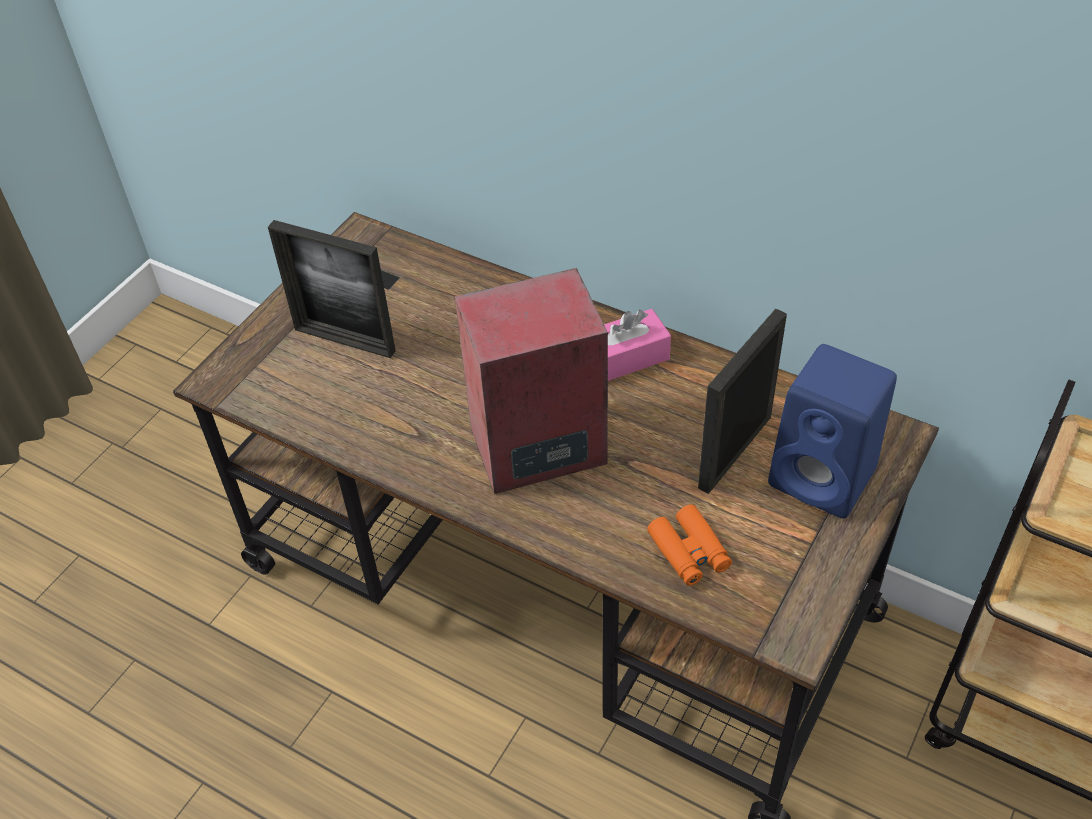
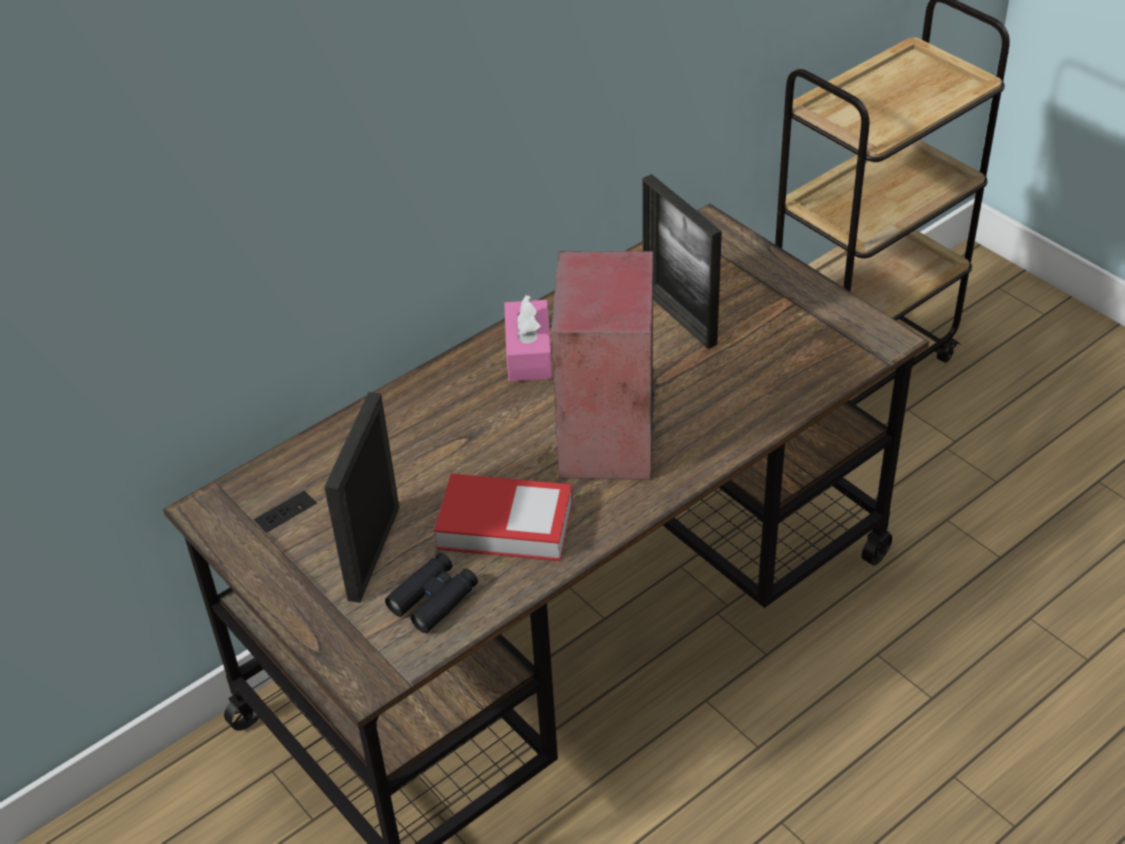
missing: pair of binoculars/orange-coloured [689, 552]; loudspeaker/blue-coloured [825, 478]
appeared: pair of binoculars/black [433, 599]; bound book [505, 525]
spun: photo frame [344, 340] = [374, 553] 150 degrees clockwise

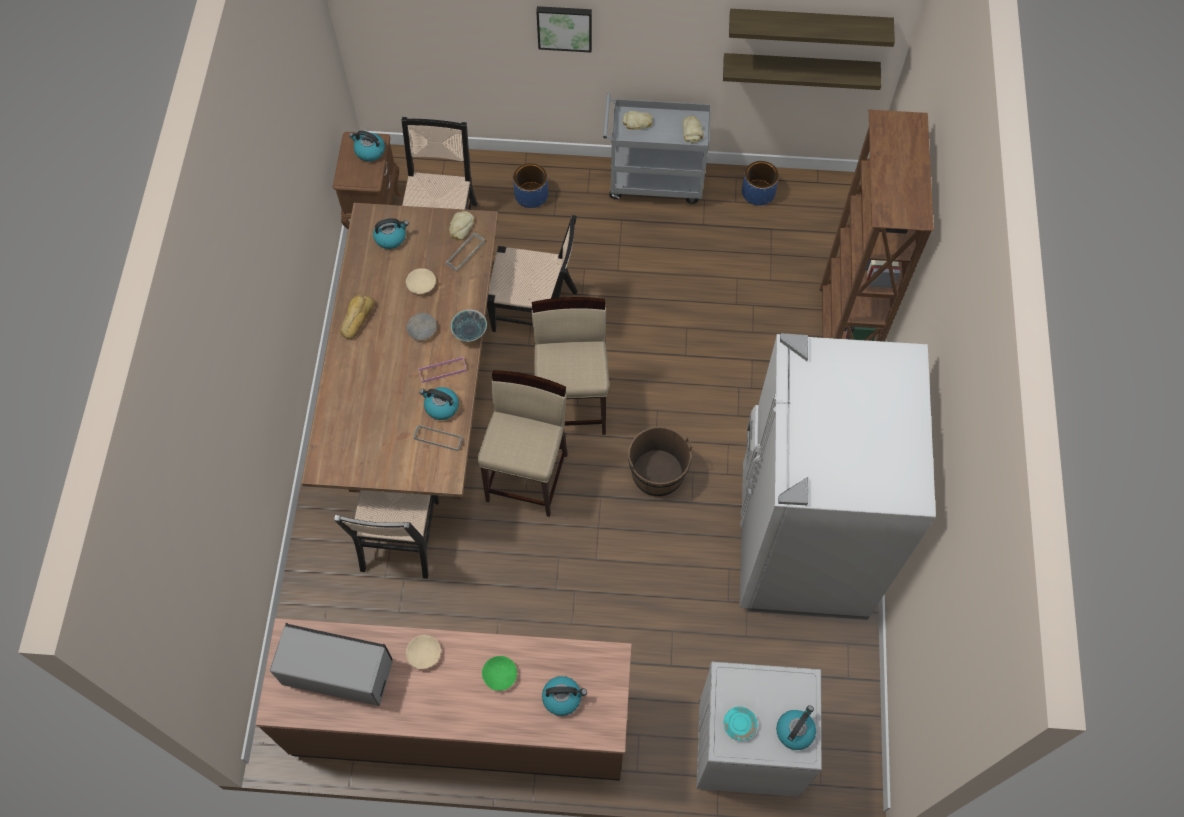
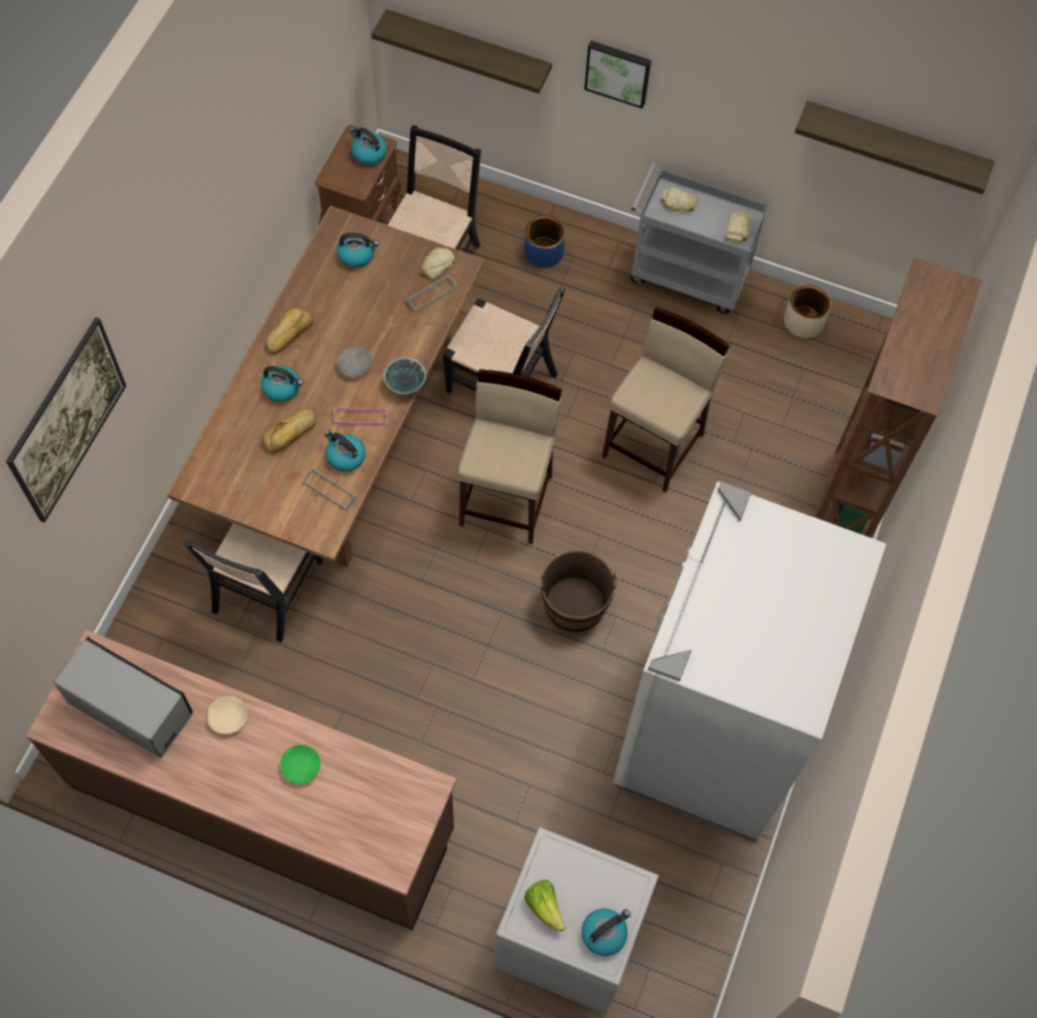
missing: serving bowl/beige-coloured [422, 284]
appeared: wall picture [75, 436]; bakery bread [291, 434]
relocated: sitting stool/beige-coloured [528, 477] to [654, 445]; water kettle [562, 697] to [282, 388]; bracket shelf [799, 69] to [468, 50]
exchanged: flat dish/blue-green [739, 725] to head of lettuce [544, 906]
colour: plant pot/blue-coloured [758, 192] to plant pot/beige-coloured [804, 322]

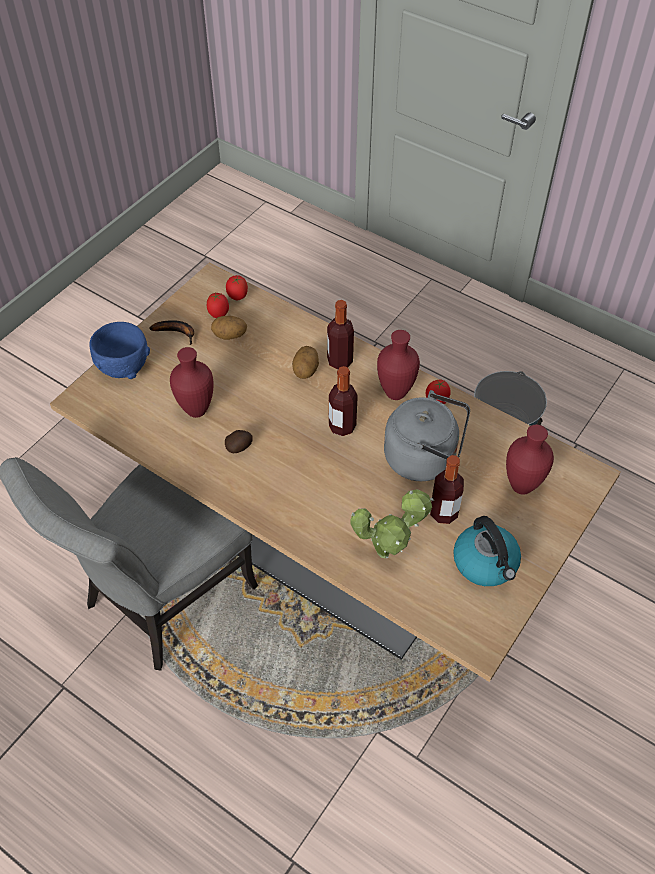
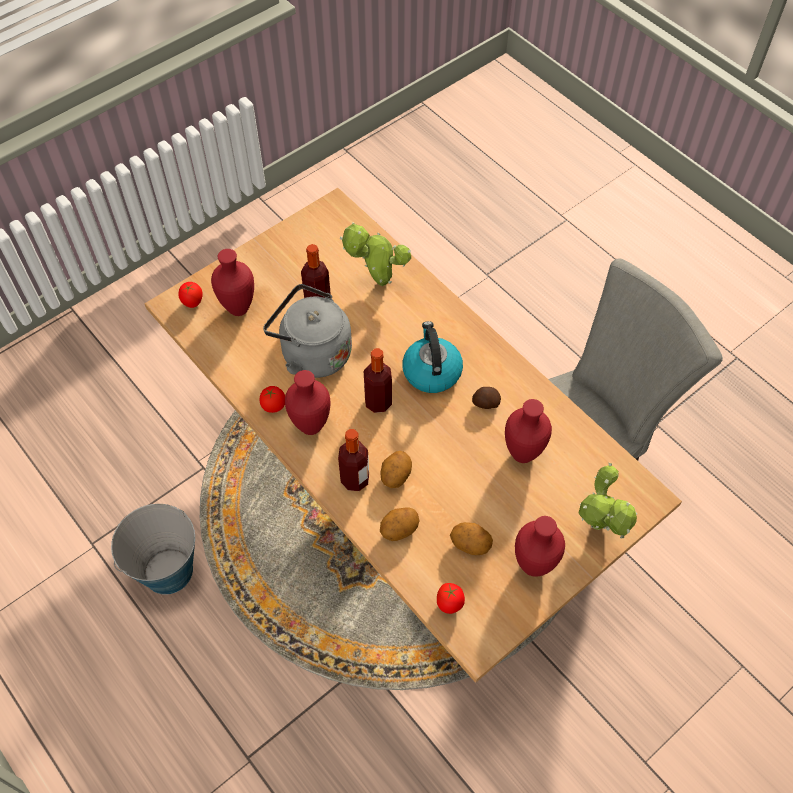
appeared: whole potato [399, 529]
relocated: fresh tomato [219, 314] to [192, 303]; water kettle [486, 563] to [431, 371]
exchanged: serving bowl/blue-coloured [123, 367] to plant in a pot [599, 528]; banana [177, 332] to flower vase/red [532, 565]

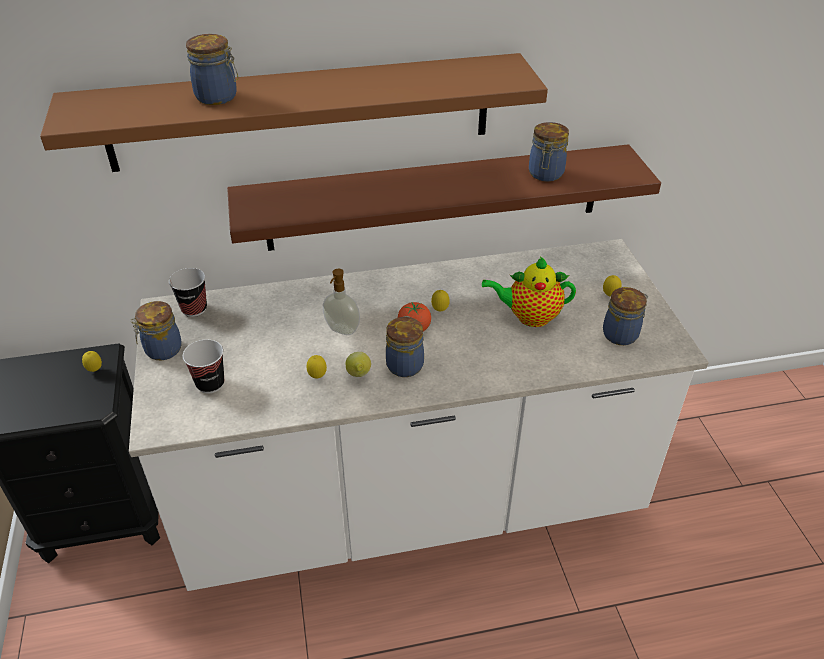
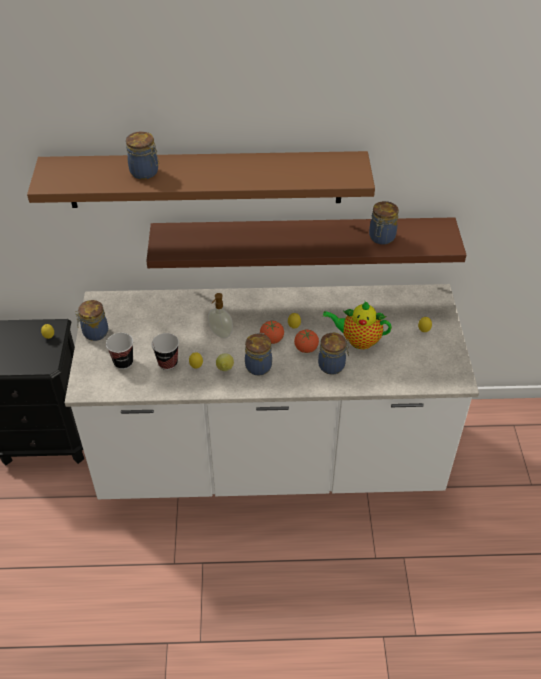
appeared: fresh tomato [306, 348]
relocated: cup [194, 309] to [167, 363]; storage jar [621, 334] to [332, 365]

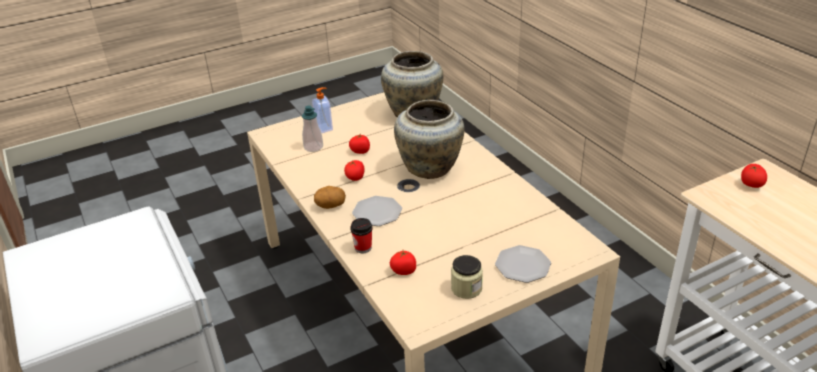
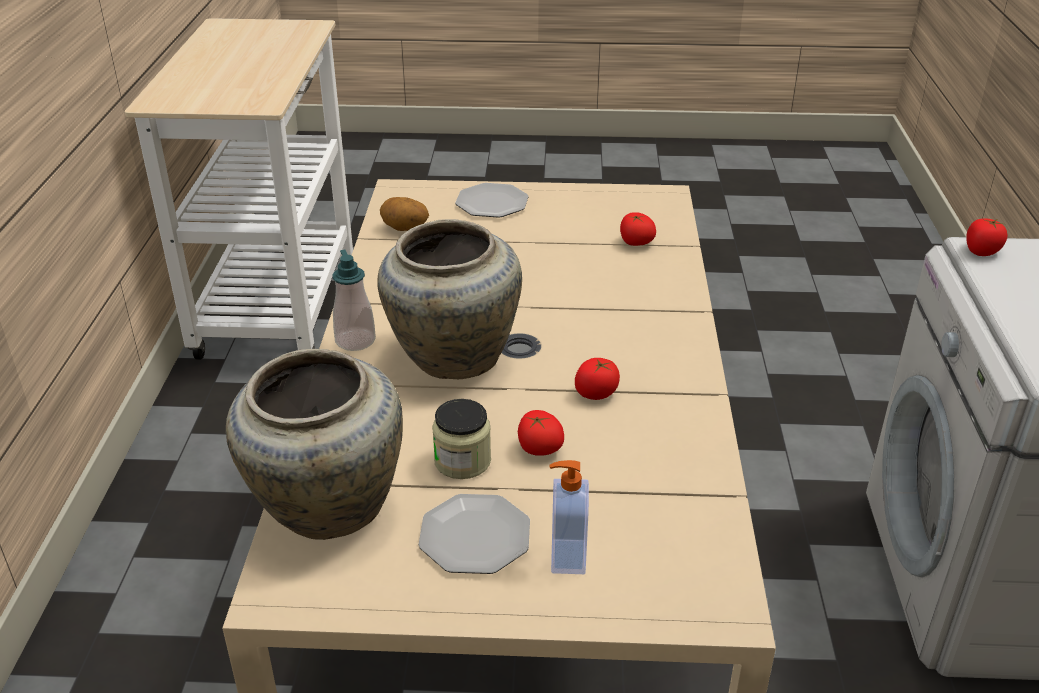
missing: cup [363, 248]
relocated: soap dispenser [313, 147] to [355, 340]; whole potato [330, 206] to [404, 229]; flat dish [377, 212] to [474, 537]; storage jar [466, 288] to [462, 461]; fresh tomato [751, 184] to [981, 251]

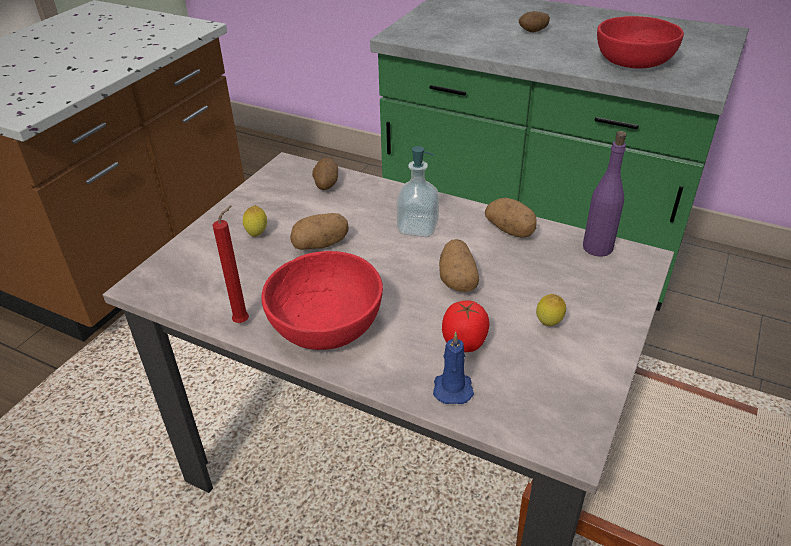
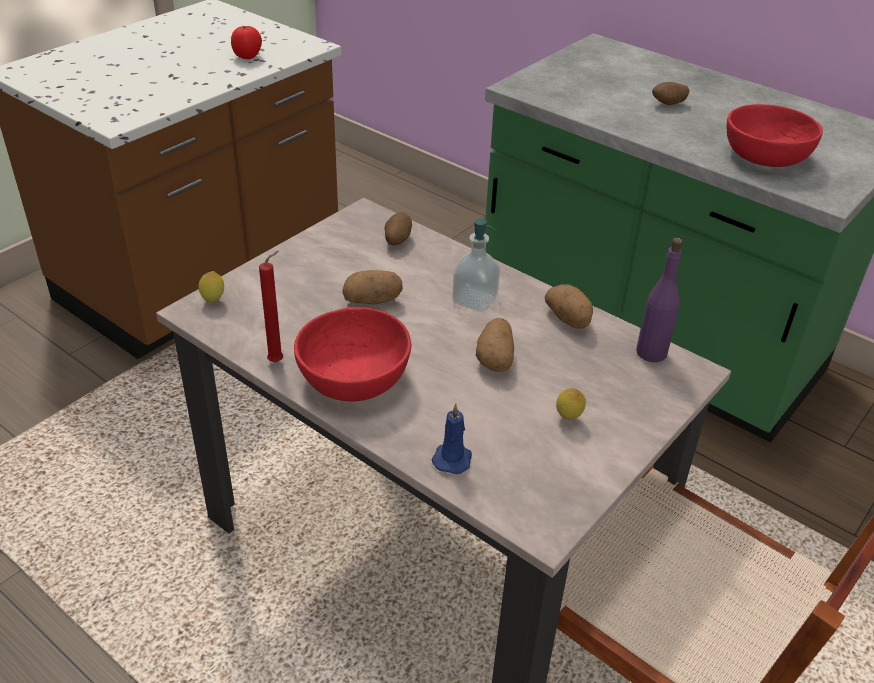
relocated: whole lemon [257, 234] to [213, 301]; fresh tomato [465, 343] to [248, 57]

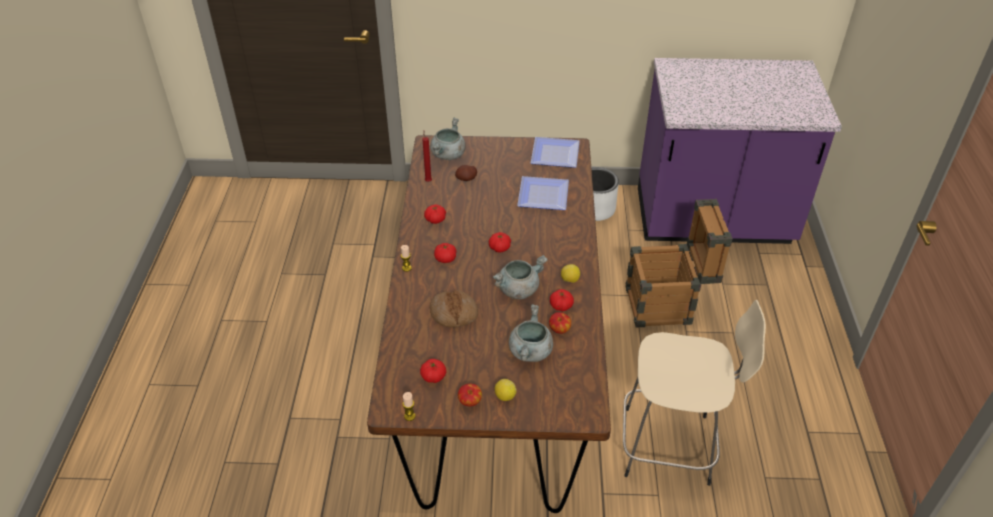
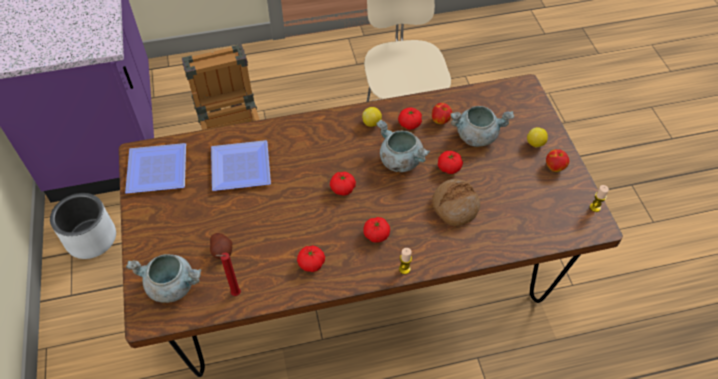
relocated: fresh tomato [433, 376] to [449, 168]

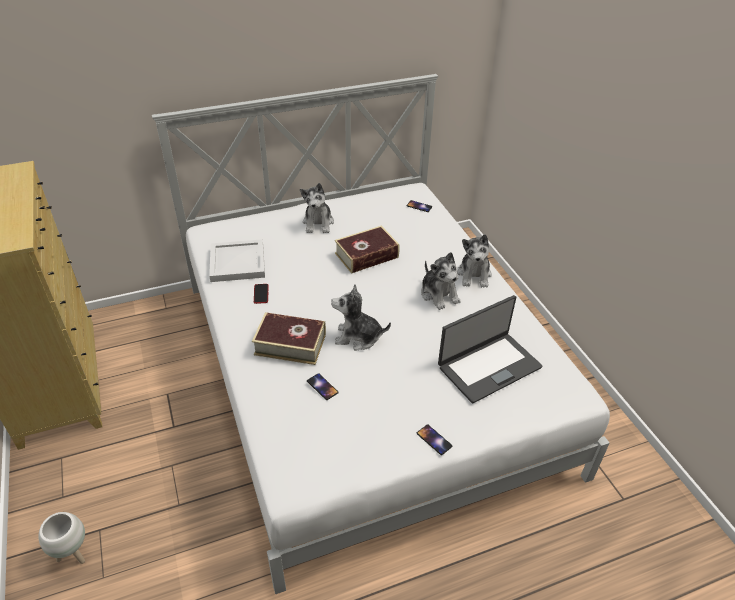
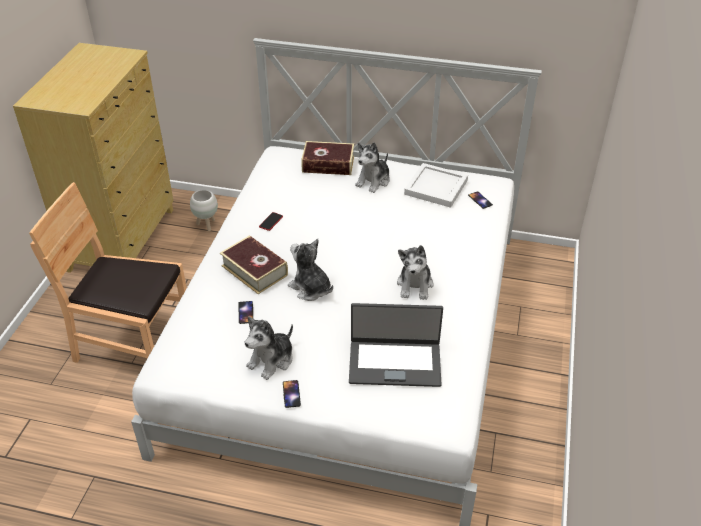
appeared: upright chair/brown [134, 343]
relocated: plant pot/white-coloured [73, 554] to [206, 225]; tray/white-coloured [238, 262] to [437, 187]; bound book [366, 255] to [328, 164]; soft toy [474, 275] to [272, 360]

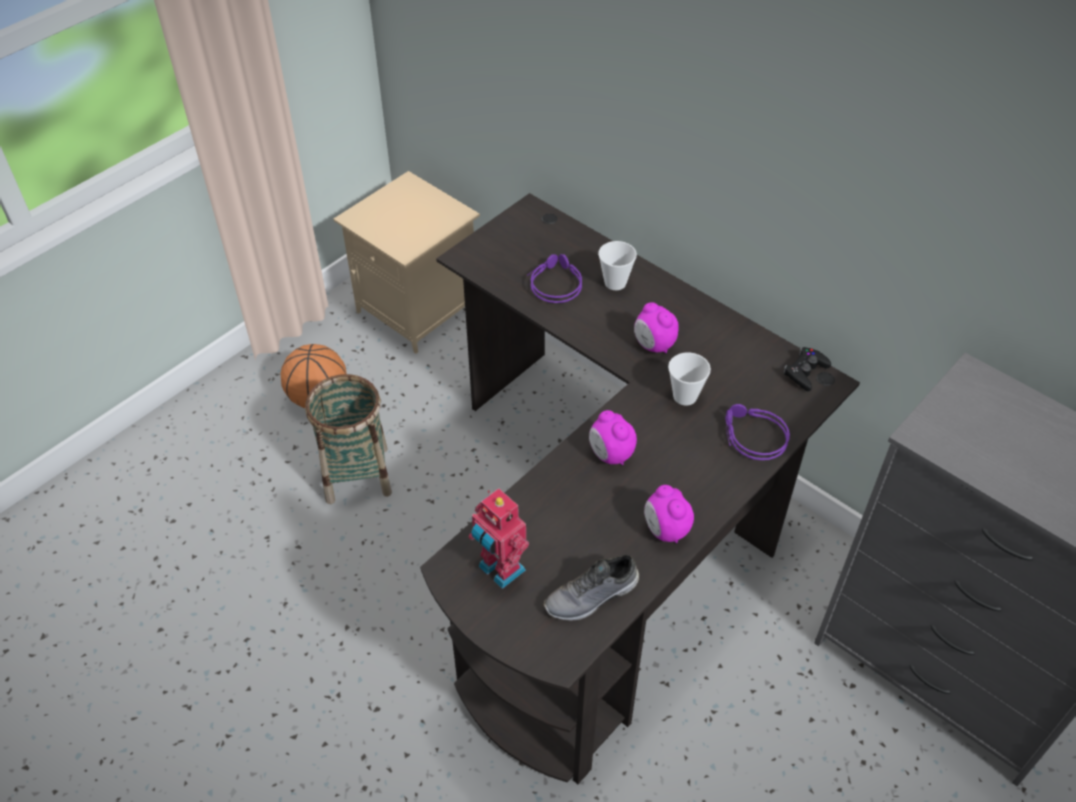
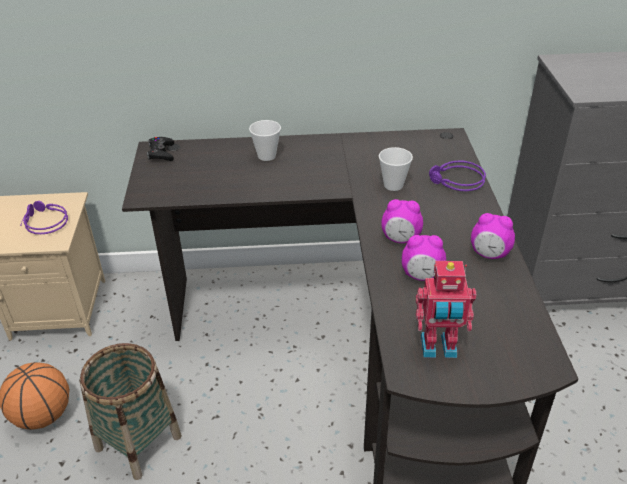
missing: shoe/grey [592, 597]
relocated: headset/purplish [554, 283] to [43, 222]; table clock [653, 345] to [421, 276]; game controller/black [805, 372] to [161, 153]

